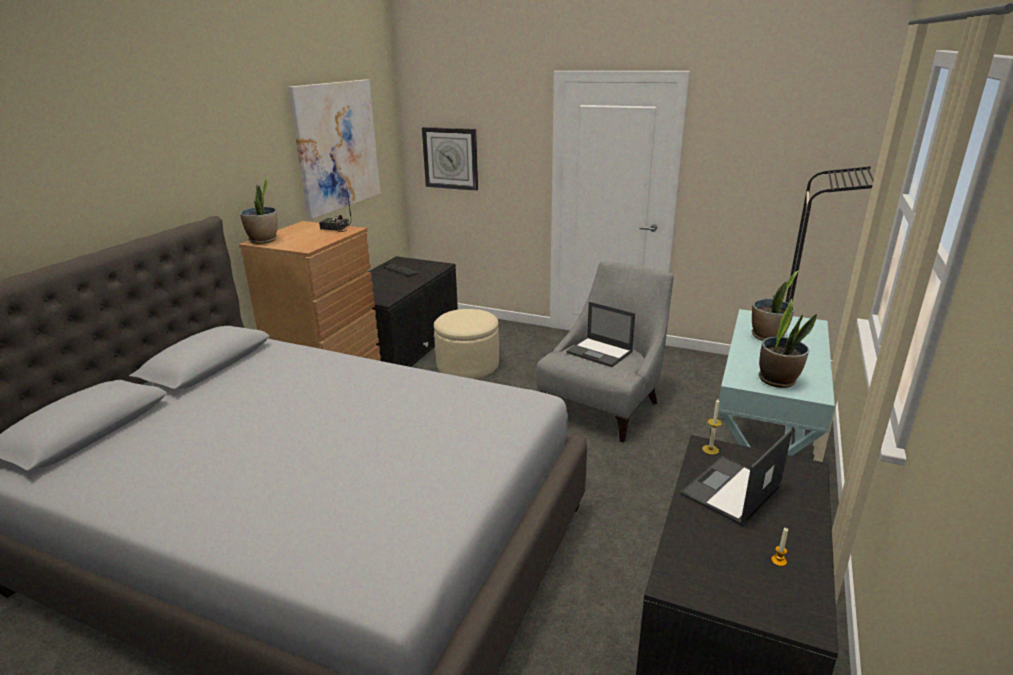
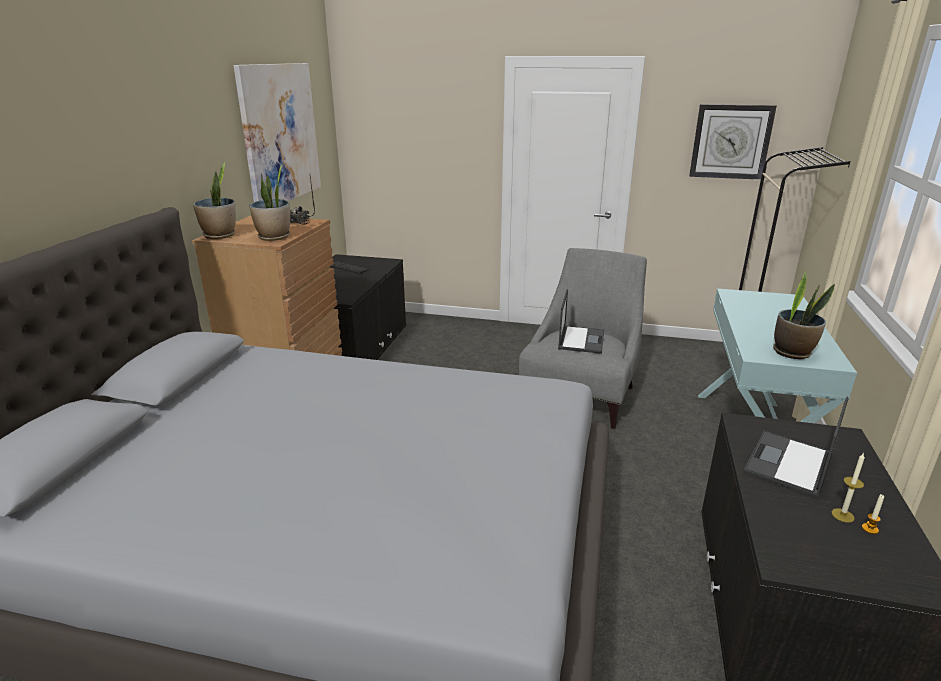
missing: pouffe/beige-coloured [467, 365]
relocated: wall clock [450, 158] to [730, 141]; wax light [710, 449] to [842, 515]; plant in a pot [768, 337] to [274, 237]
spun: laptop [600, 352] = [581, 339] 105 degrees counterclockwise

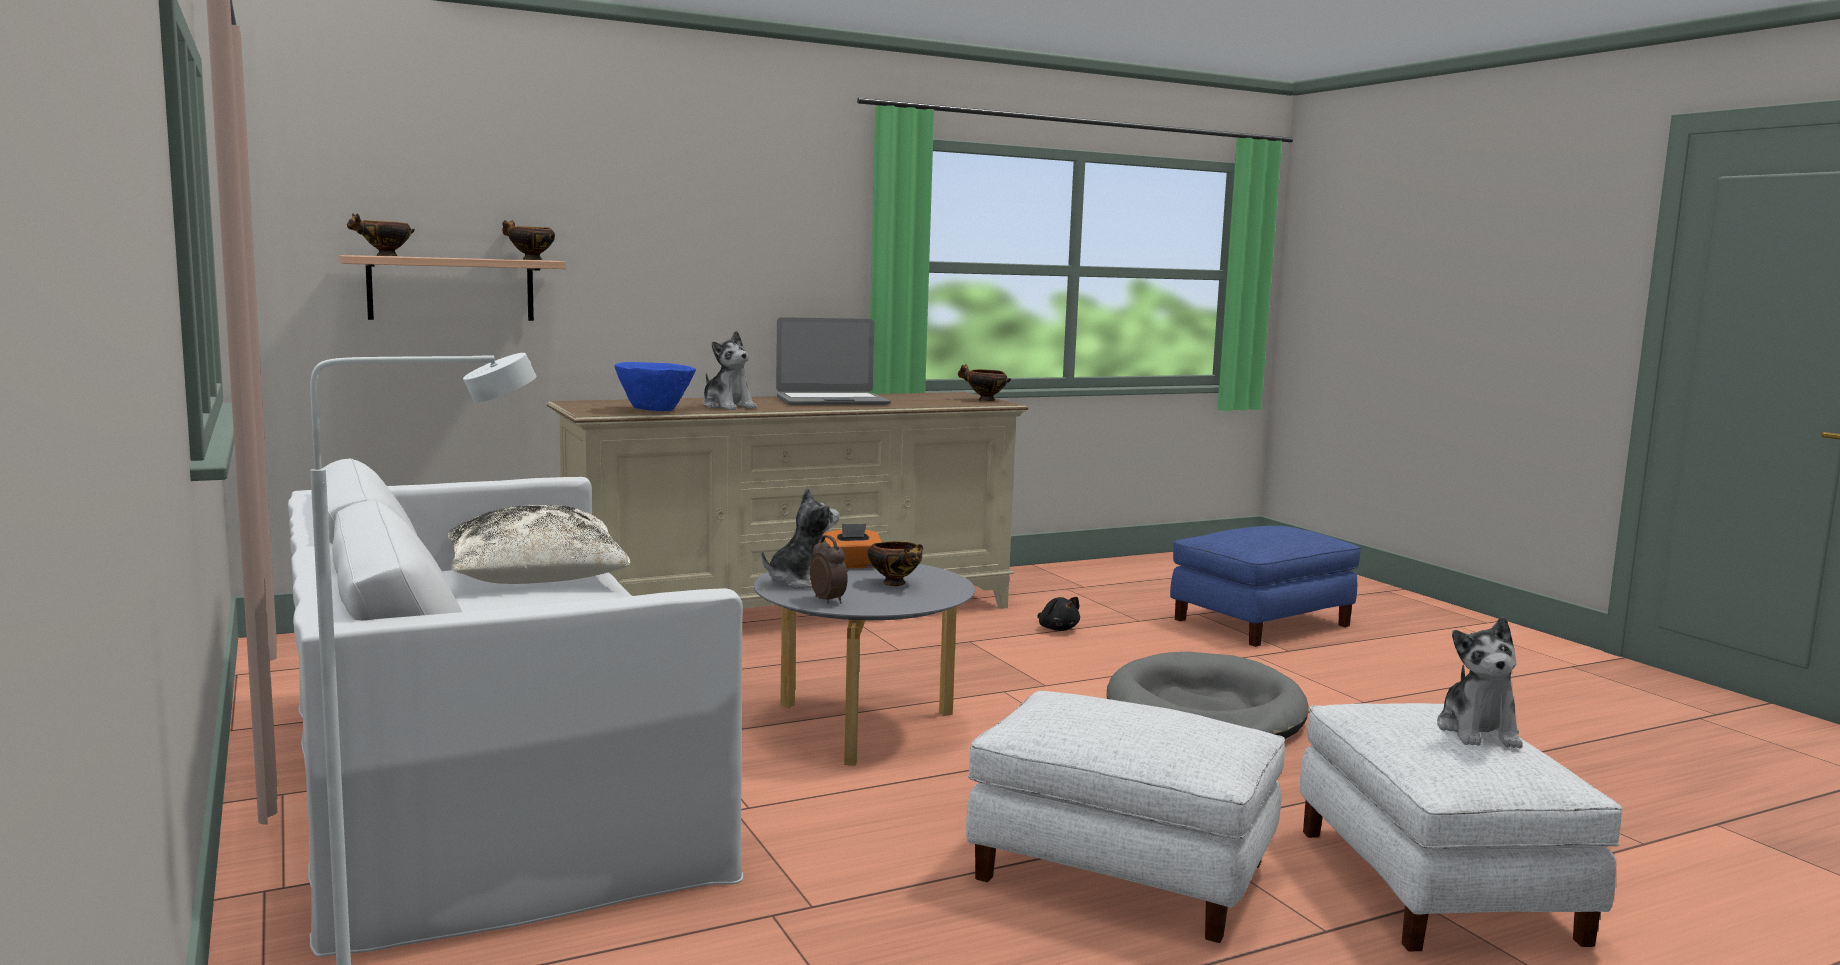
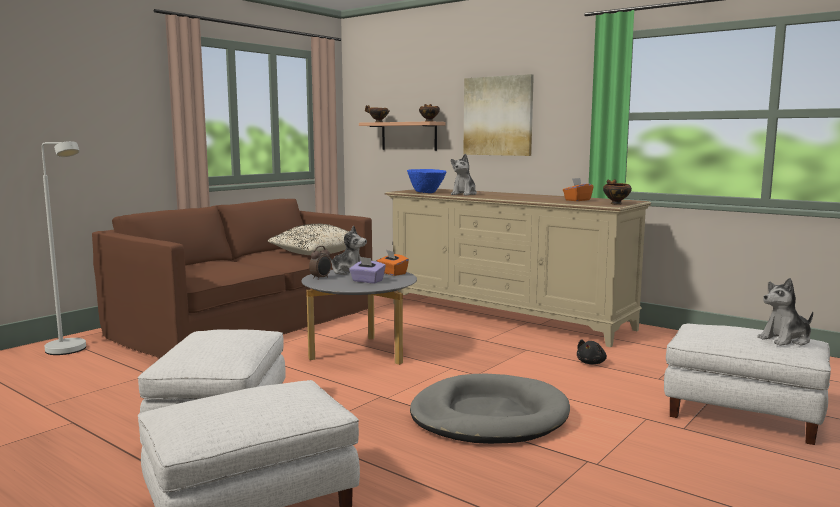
missing: laptop [832, 401]
appeared: wall picture [498, 116]; tissue box/orange-coloured [577, 200]
relocated: soft toy [1478, 731] to [785, 340]
exchanged: serving bowl [896, 584] to tissue box/purplish [367, 281]
colour: settee/white-coloured [490, 778] to settee/brown [247, 321]; pouffe/blue-coloured [1261, 622] to pouffe/white-coloured [743, 412]

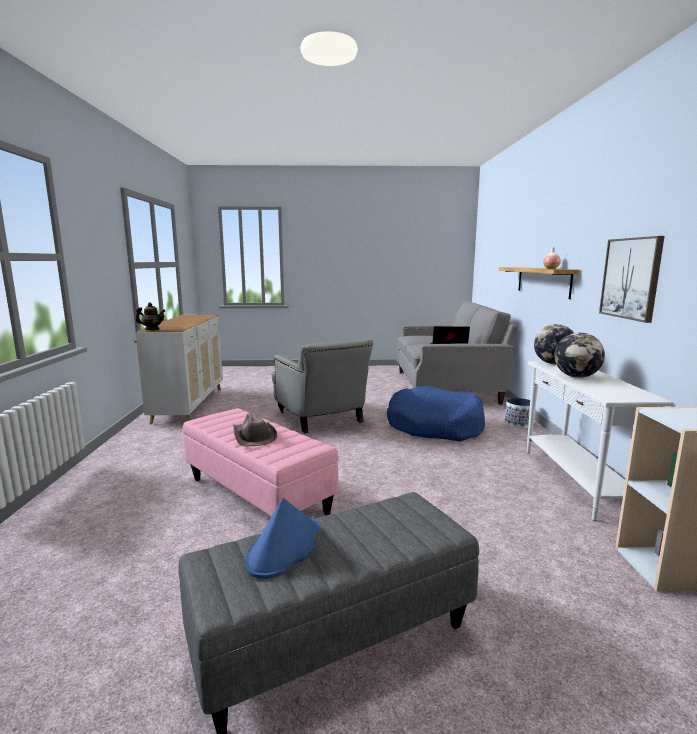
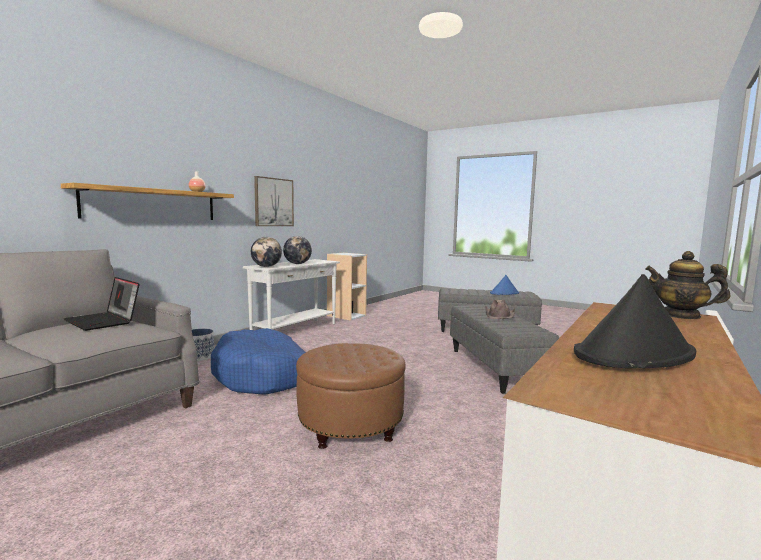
appeared: clothing hat/black [634, 354]
exchanged: armchair/grey [322, 418] to pouffe/brown [350, 426]
colour: pouffe/pinkish [258, 496] to pouffe/grey [494, 369]

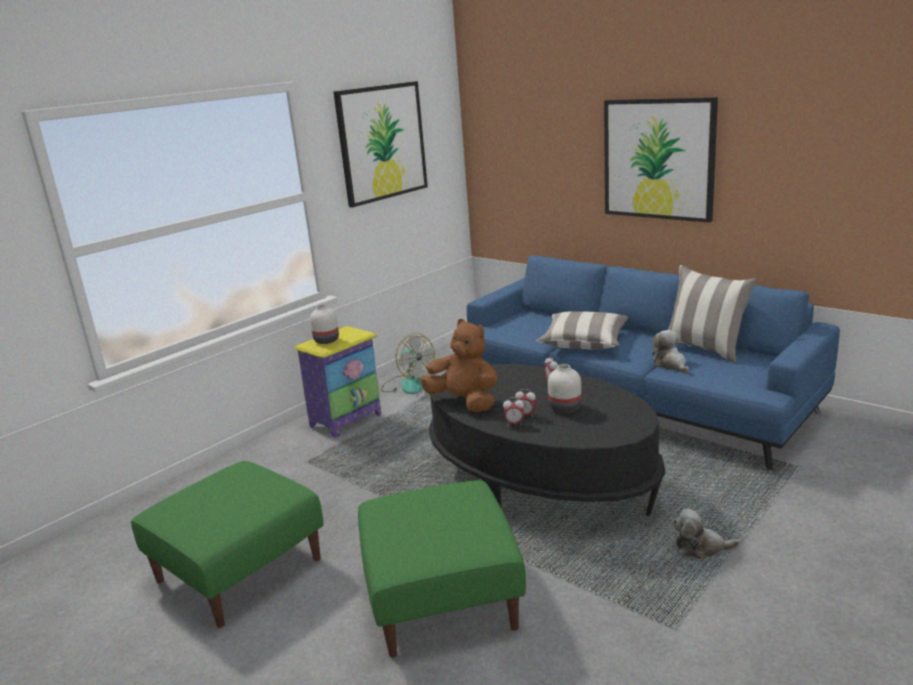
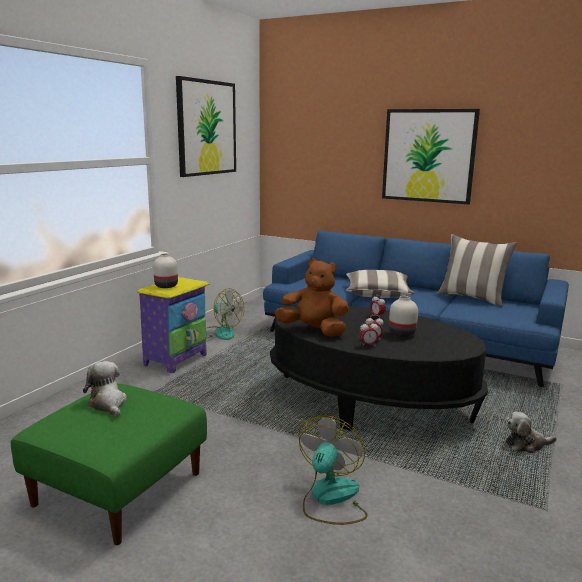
relocated: soft toy [671, 364] to [108, 404]
exchanged: pouffe/green-coloured [441, 597] to fan [330, 498]

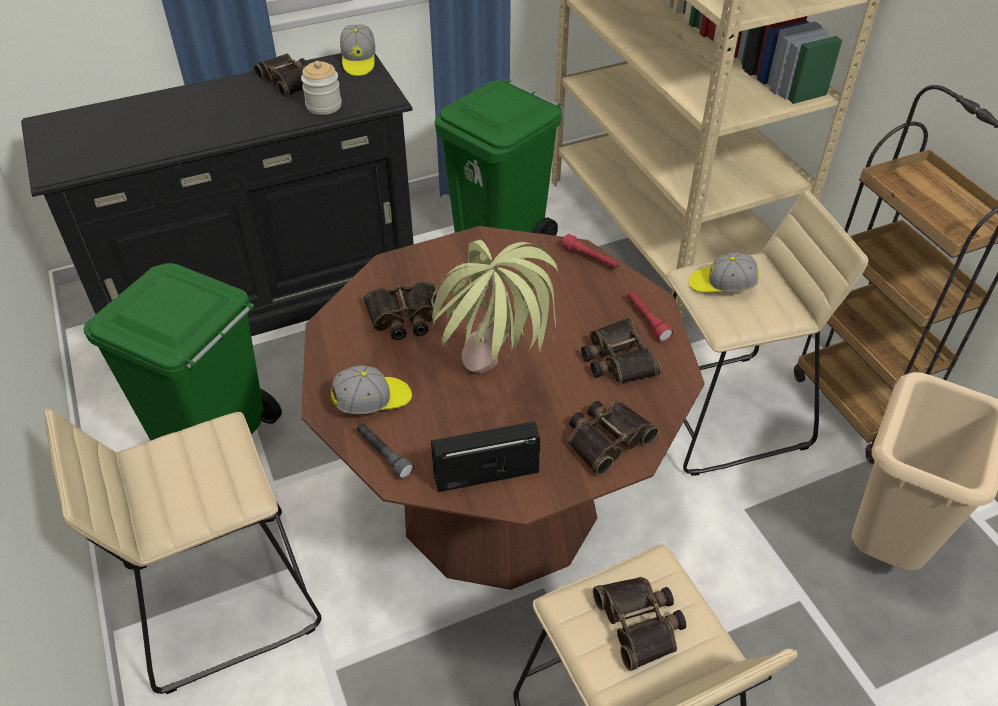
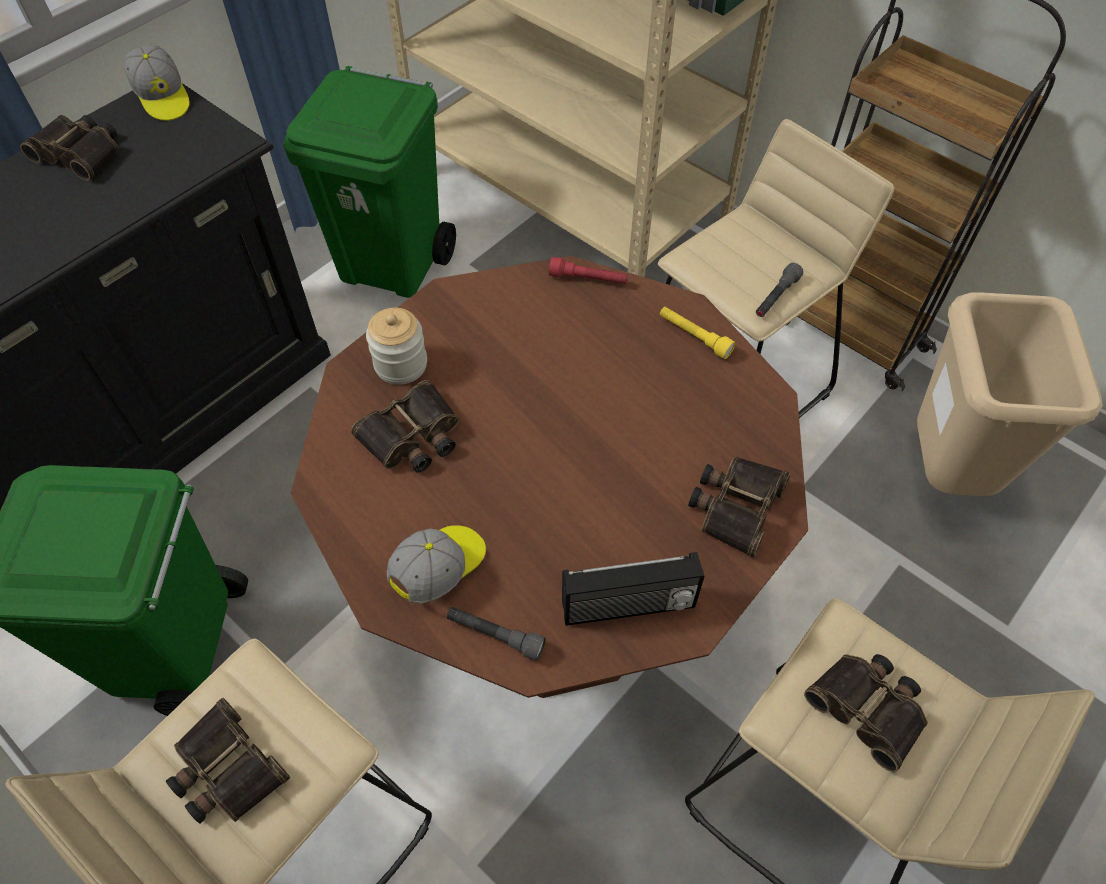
missing: plant in a pot [495, 393]; cap [721, 285]
appeared: hand torch/grey [776, 297]
relocated: storage jar [324, 106] to [401, 364]; pair of binoculars [616, 359] to [225, 770]
colour: hand torch/red [647, 320] to hand torch/yellowish [694, 337]
spun: radio receiver [486, 473] = [628, 607] 150 degrees counterclockwise

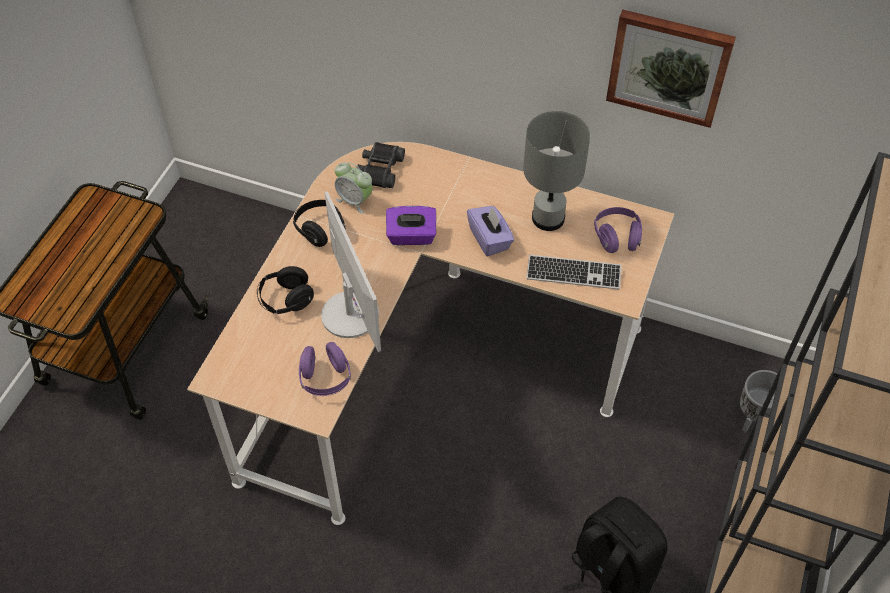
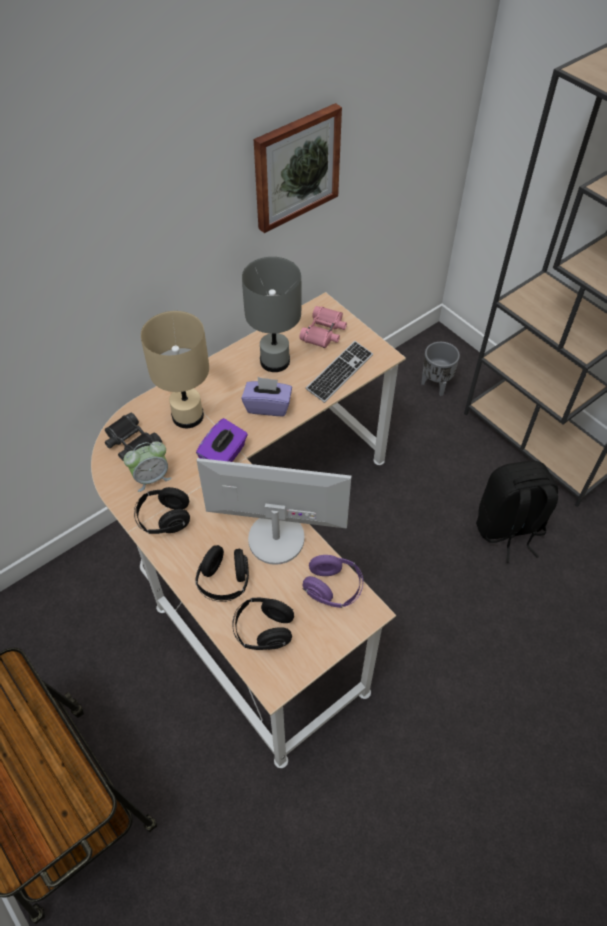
appeared: table lamp/beige-coloured [187, 415]; headset/black [263, 631]
exchanged: headset/purplish [616, 238] to pair of binoculars/pinkish [324, 332]

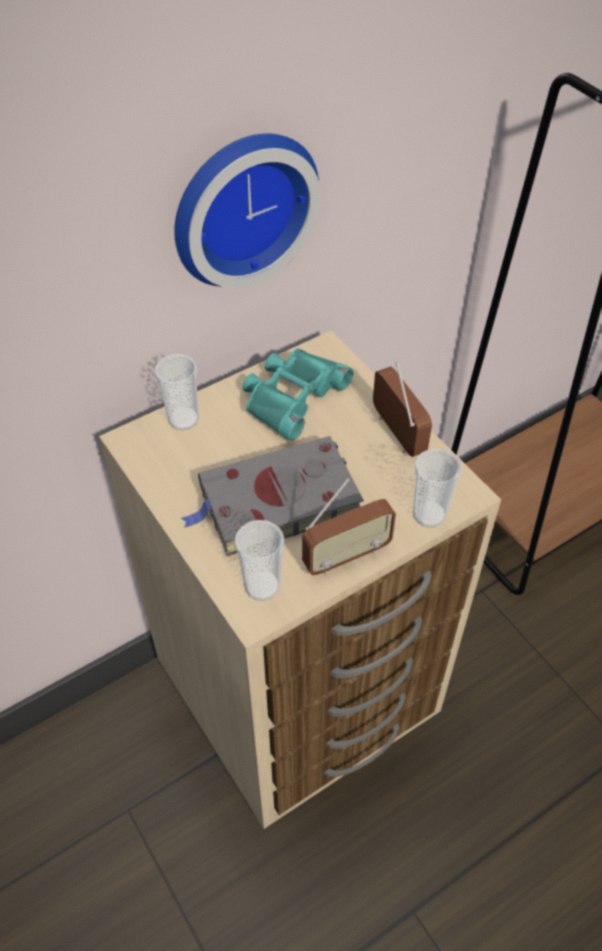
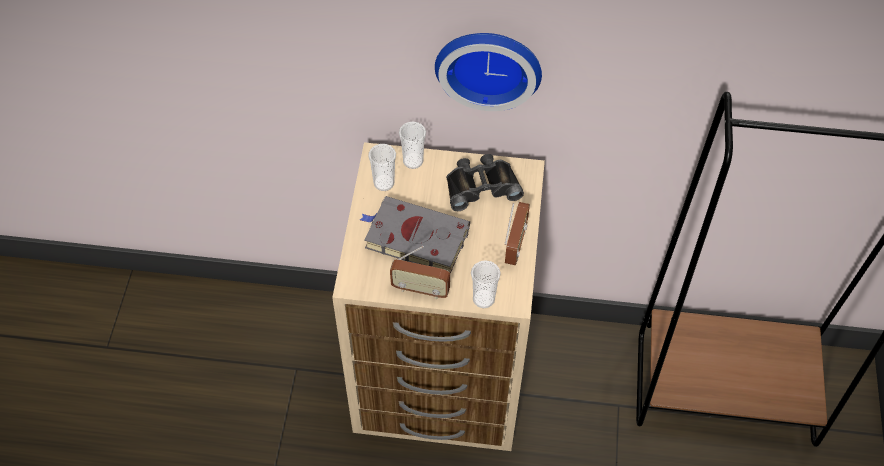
relocated: cup [262, 586] to [384, 183]
colour: pair of binoculars/blue-green [292, 396] to pair of binoculars/black [481, 186]

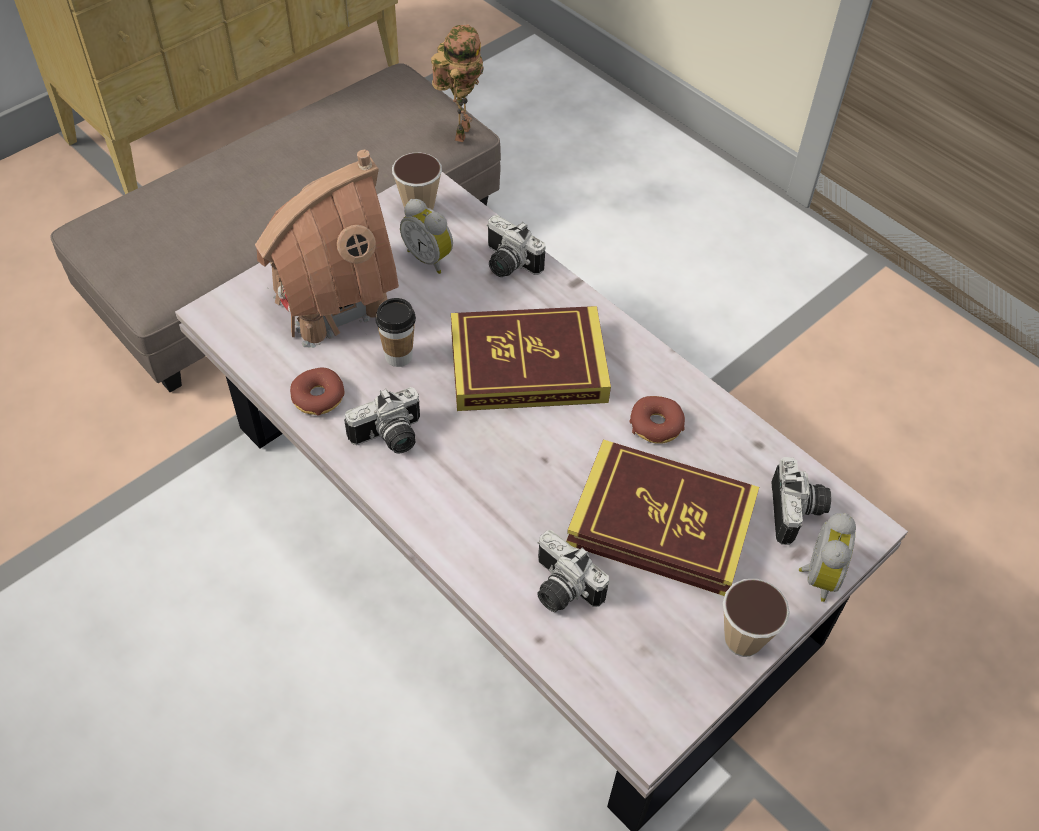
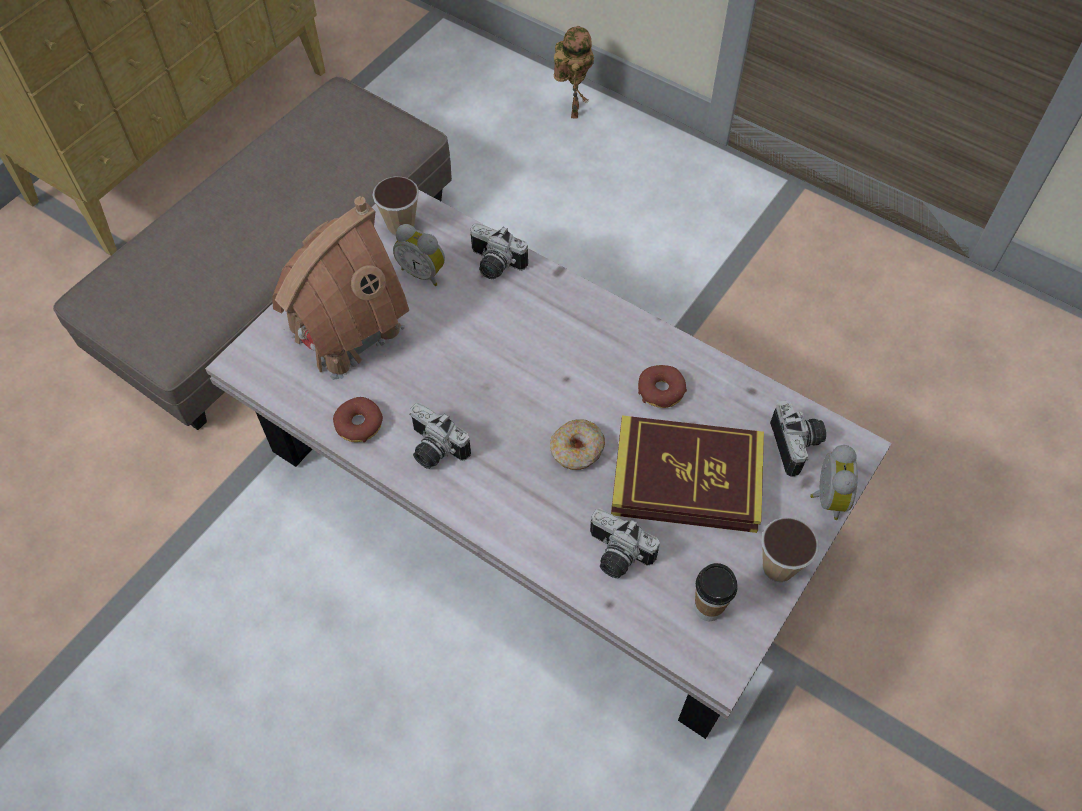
missing: bound book [528, 365]
appeared: ring doughnut [577, 450]
relocated: cup [398, 356] to [708, 608]; toy robot [460, 132] to [572, 110]
spun: still camera [390, 438] = [433, 450] 75 degrees clockwise

